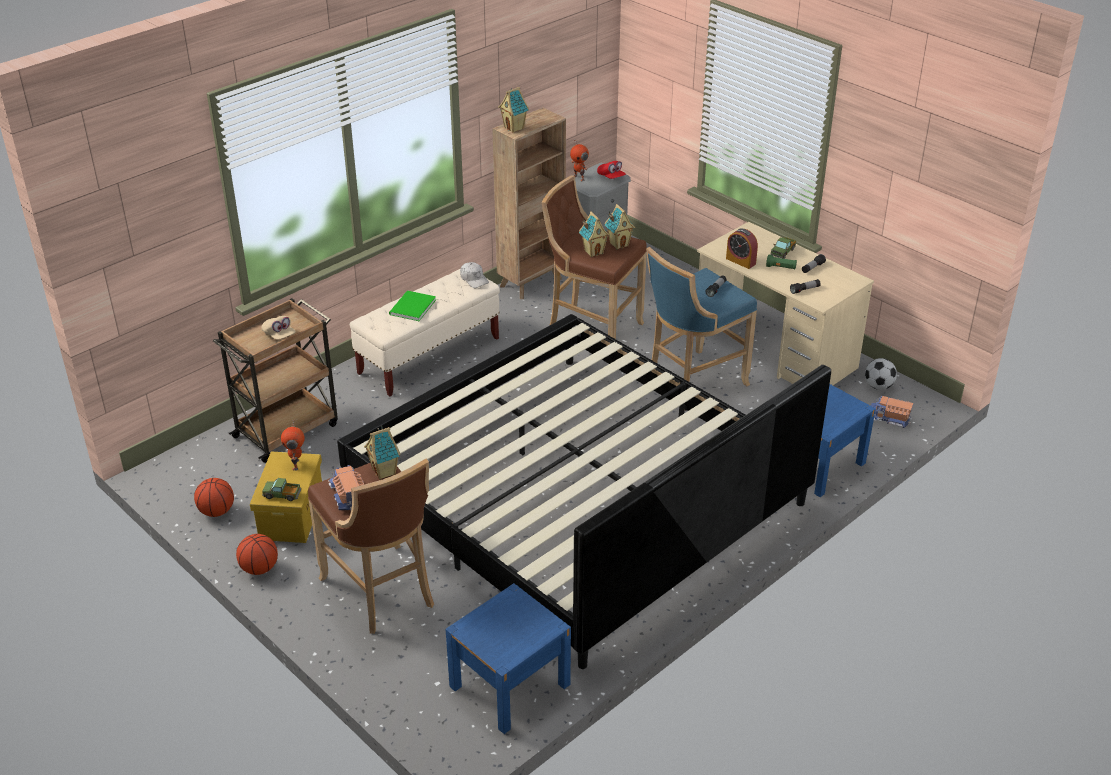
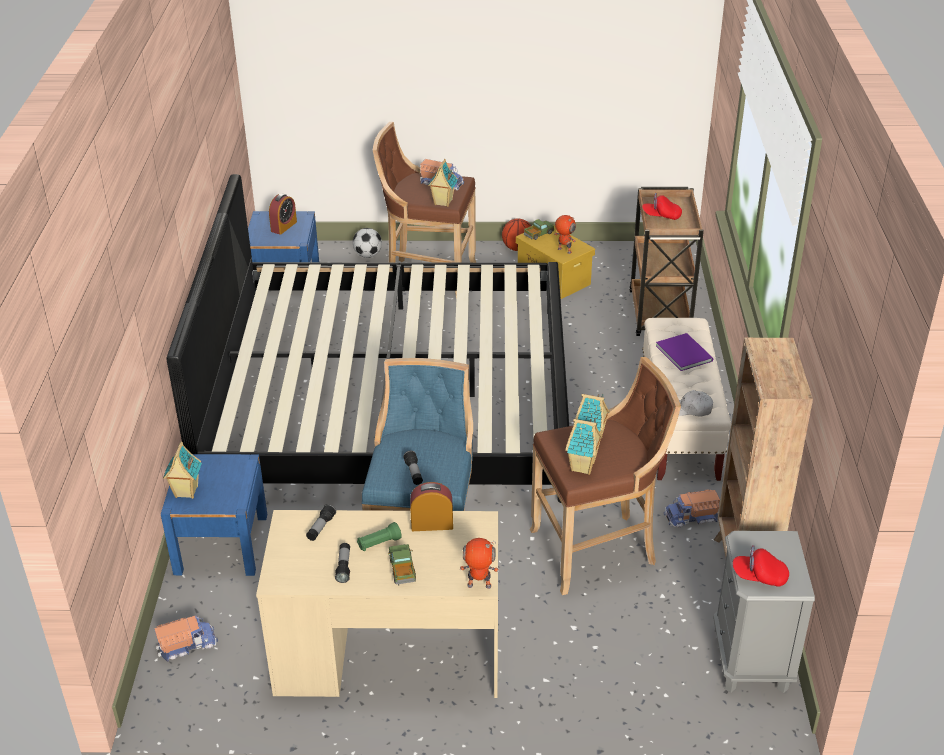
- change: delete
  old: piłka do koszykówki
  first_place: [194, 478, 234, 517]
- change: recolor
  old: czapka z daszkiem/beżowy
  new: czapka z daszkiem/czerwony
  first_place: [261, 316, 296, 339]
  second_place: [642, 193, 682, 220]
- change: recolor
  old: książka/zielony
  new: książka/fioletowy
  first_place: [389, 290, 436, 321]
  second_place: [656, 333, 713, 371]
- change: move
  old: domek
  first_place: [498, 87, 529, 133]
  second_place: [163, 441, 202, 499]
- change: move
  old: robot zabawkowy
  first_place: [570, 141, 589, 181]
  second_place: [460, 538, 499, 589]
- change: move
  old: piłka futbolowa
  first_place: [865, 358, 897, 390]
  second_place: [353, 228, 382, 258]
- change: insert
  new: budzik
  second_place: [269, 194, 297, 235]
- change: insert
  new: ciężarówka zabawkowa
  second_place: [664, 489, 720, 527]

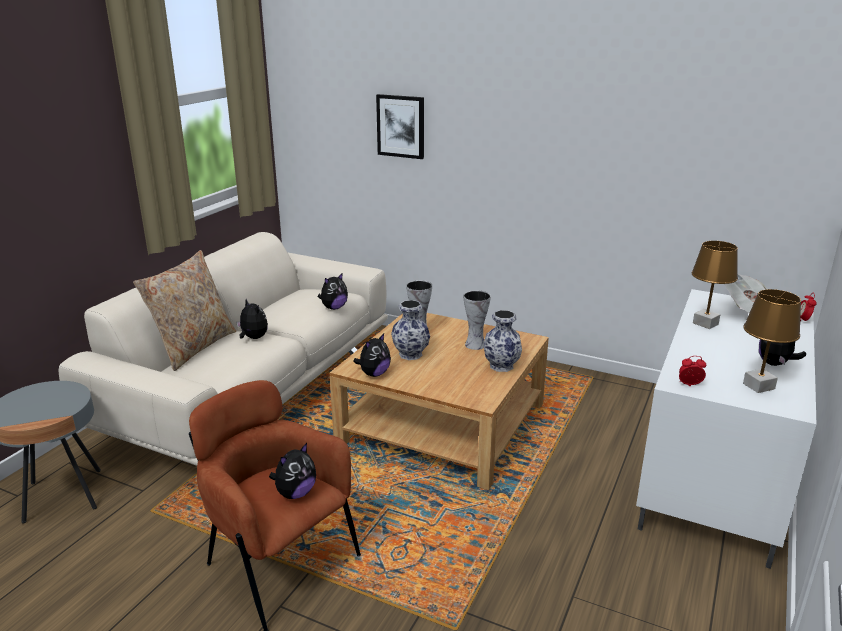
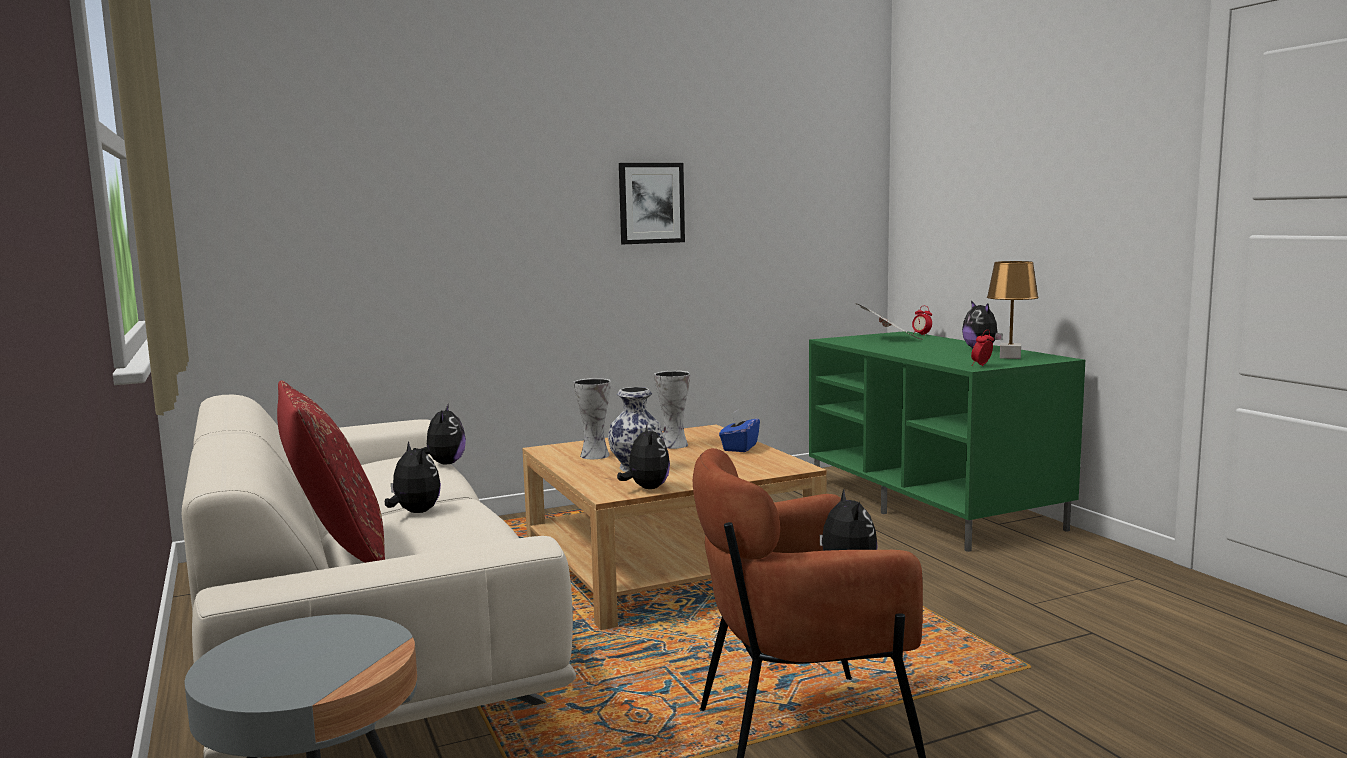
- change: recolor
  old: poduszka/beżowy
  new: poduszka/czerwony
  first_place: [133, 250, 236, 371]
  second_place: [277, 381, 385, 563]
- change: rotate
  old: pluszak
  first_place: [236, 299, 268, 339]
  second_place: [385, 442, 441, 513]
  degrees: 60
- change: move
  old: obraz
  first_place: [376, 94, 424, 159]
  second_place: [619, 163, 685, 244]
- change: replace
  old: wazon
  new: pudełko chusteczek/niebieski
  first_place: [484, 310, 522, 372]
  second_place: [719, 409, 760, 452]
- change: recolor
  old: szafka pod telewizor/biały
  new: szafka pod telewizor/zielony
  first_place: [636, 289, 816, 569]
  second_place: [809, 331, 1085, 552]
- change: delete
  old: lampa stołowa/brązowy
  first_place: [692, 241, 738, 329]

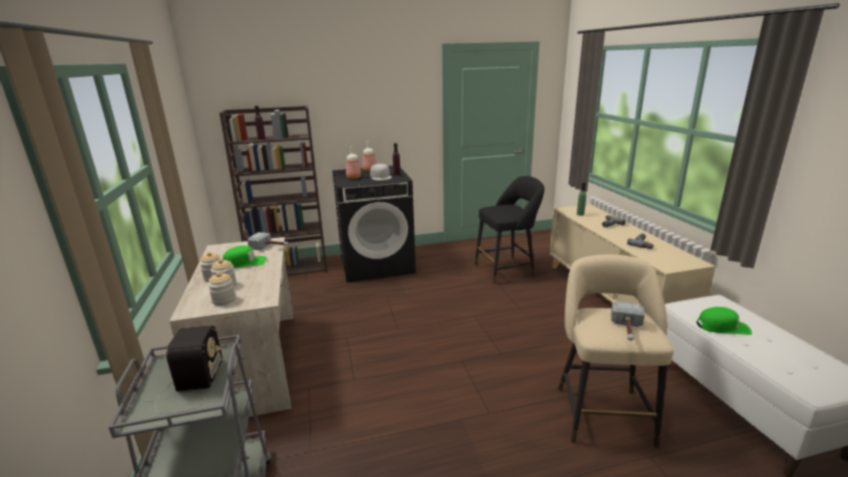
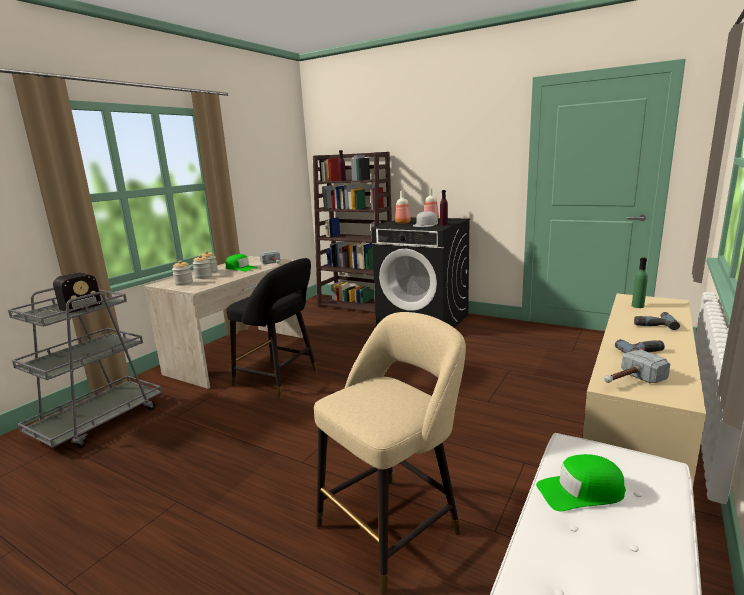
- change: move
  old: stołek/czarny
  first_place: [474, 176, 545, 284]
  second_place: [227, 258, 318, 398]
- change: move
  old: młotek
  first_place: [611, 302, 645, 341]
  second_place: [604, 350, 670, 383]
- change: rotate
  old: czapka z daszkiem/zielony
  first_place: [696, 307, 752, 335]
  second_place: [536, 454, 625, 511]
  degrees: 120

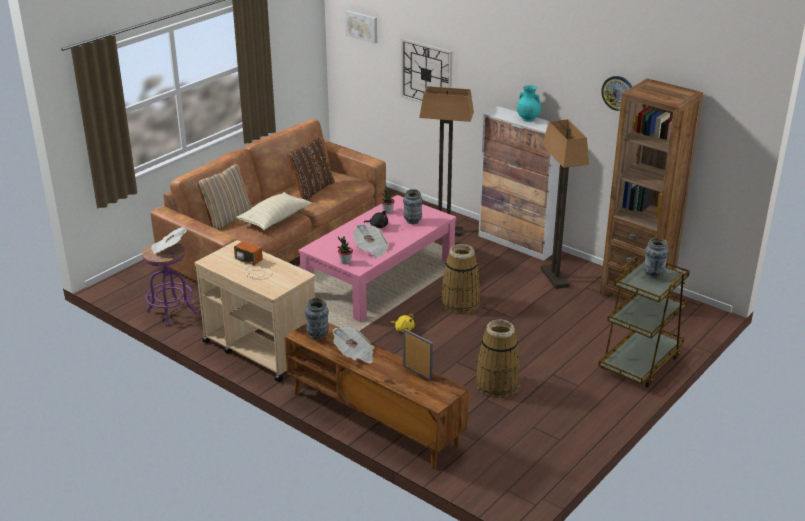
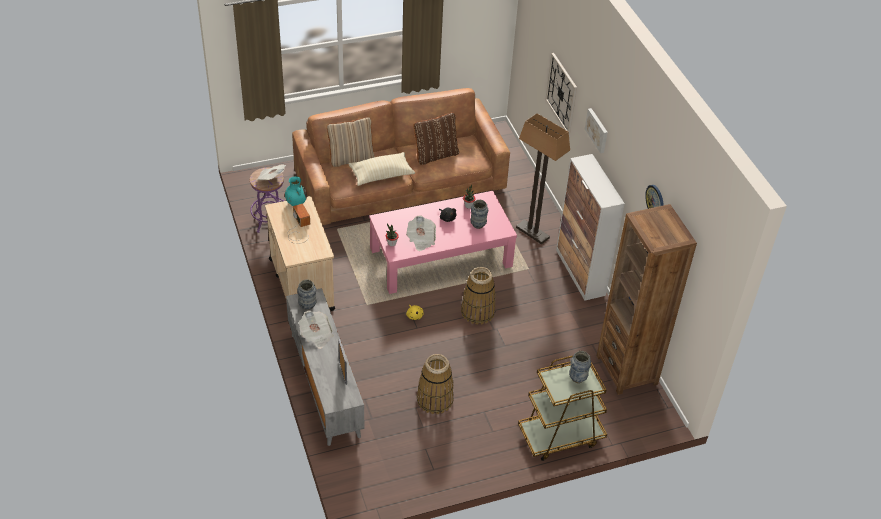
- change: recolor
  old: szafka pod telewizor/brązowy
  new: szafka pod telewizor/szary
  first_place: [285, 322, 469, 469]
  second_place: [286, 288, 364, 446]
- change: move
  old: obraz
  first_place: [345, 10, 377, 44]
  second_place: [585, 108, 608, 153]
- change: move
  old: wazon/turkusowy
  first_place: [517, 85, 541, 122]
  second_place: [285, 176, 307, 206]
- change: delete
  old: lampa stojąca
  first_place: [541, 119, 589, 289]

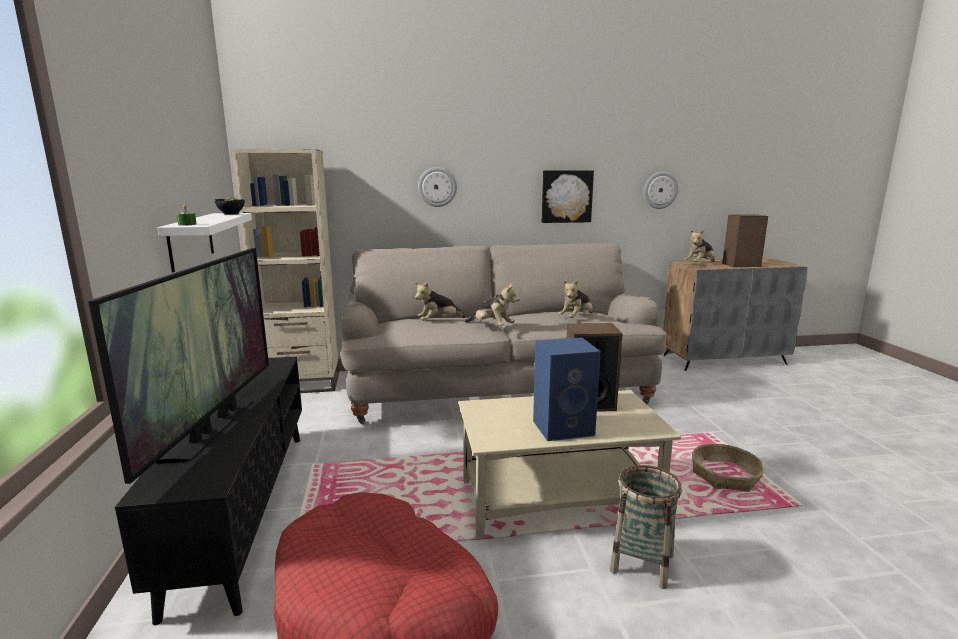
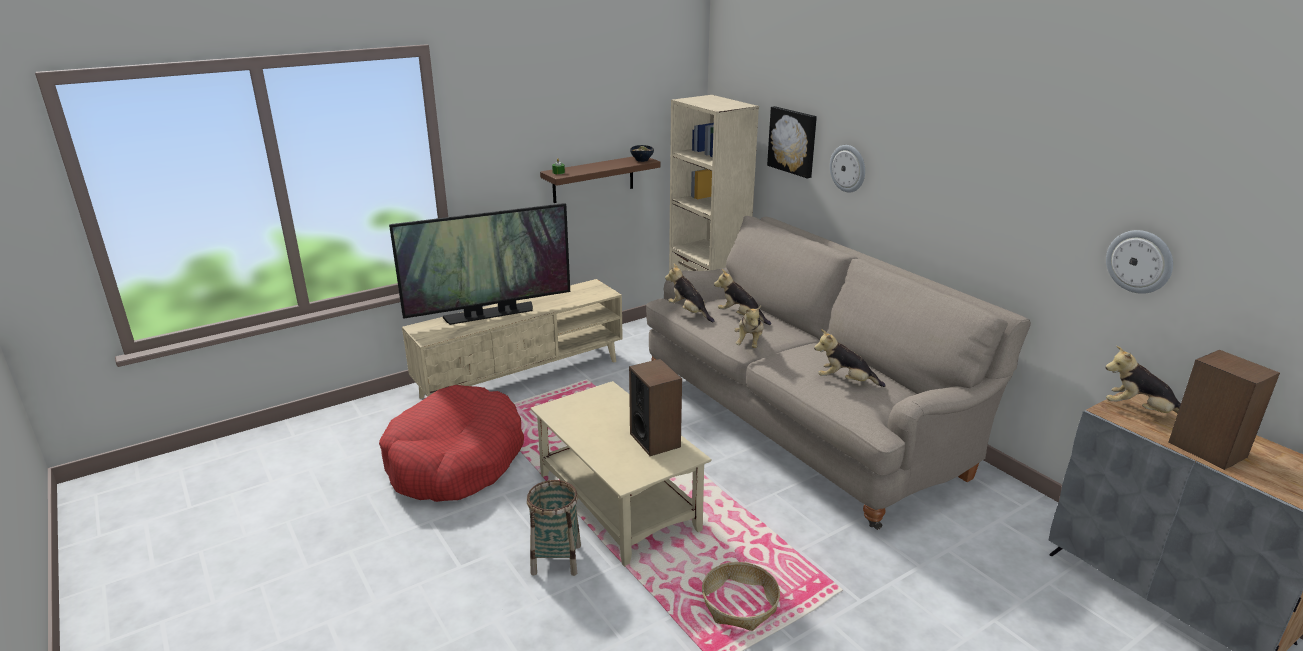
- change: recolor
  old: szafka pod telewizor/czarny
  new: szafka pod telewizor/beżowy
  first_place: [115, 357, 302, 625]
  second_place: [402, 279, 623, 399]
- change: recolor
  old: półka/biały
  new: półka/brązowy
  first_place: [157, 213, 252, 272]
  second_place: [540, 157, 660, 203]
- change: delete
  old: głośnik/niebieski
  first_place: [533, 337, 601, 441]
- change: move
  old: obraz
  first_place: [542, 170, 594, 223]
  second_place: [767, 106, 817, 178]
- change: insert
  new: pluszak
  second_place: [665, 264, 714, 322]

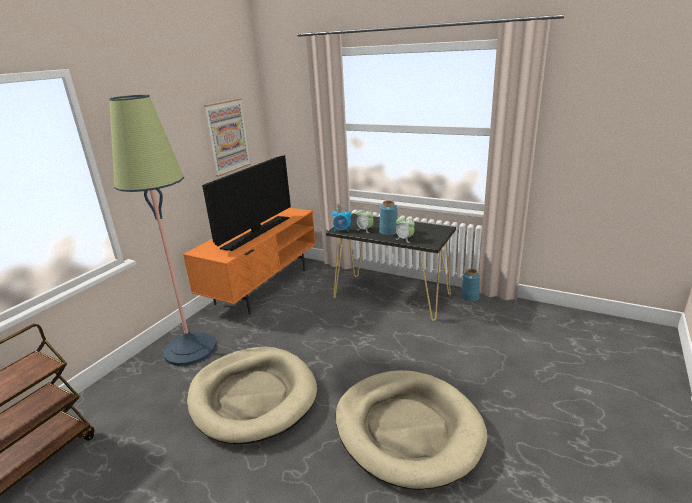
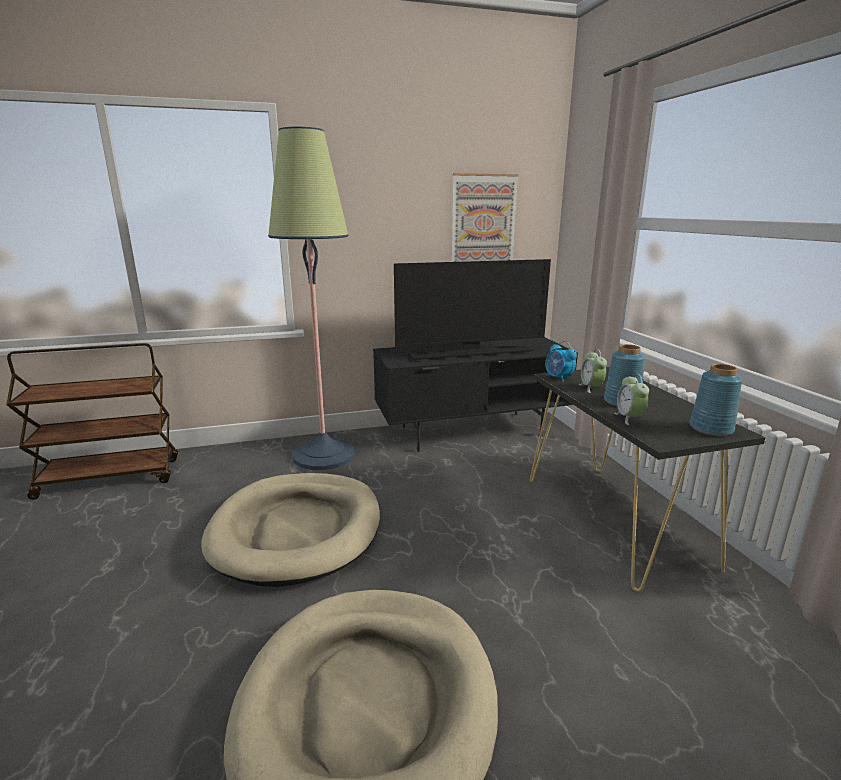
- change: recolor
  old: szafka pod telewizor/pomarańczowy
  new: szafka pod telewizor/czarny
  first_place: [183, 208, 316, 315]
  second_place: [373, 337, 578, 452]
- change: move
  old: wazon/niebieski
  first_place: [461, 269, 480, 301]
  second_place: [690, 364, 742, 436]

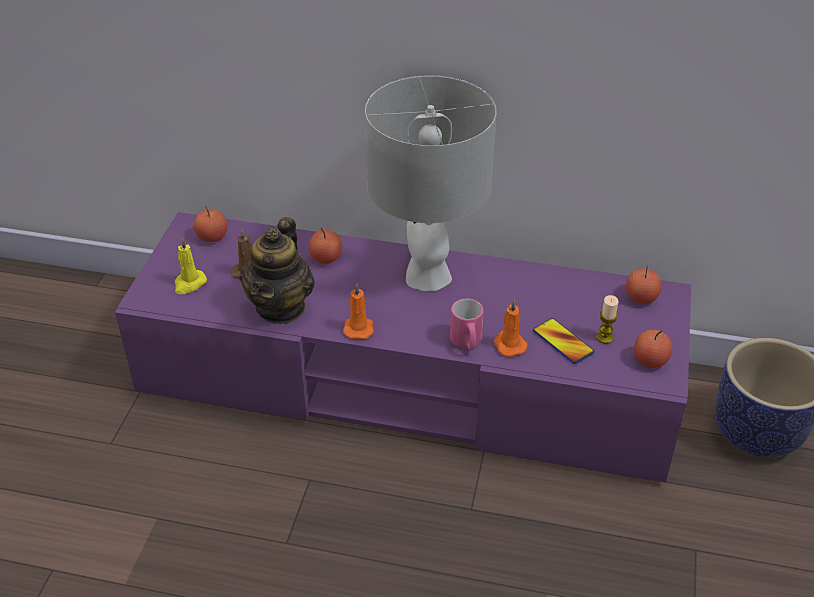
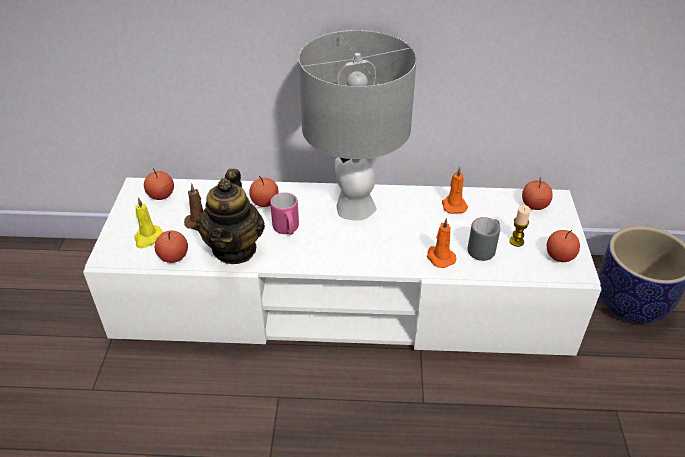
- change: recolor
  old: szafka pod telewizor/fioletowy
  new: szafka pod telewizor/biały
  first_place: [115, 212, 691, 482]
  second_place: [83, 178, 602, 356]
- change: move
  old: świeca/pomarańczowy
  first_place: [343, 283, 374, 339]
  second_place: [442, 167, 468, 214]
- change: move
  old: kubek/różowy
  first_place: [450, 299, 484, 350]
  second_place: [270, 192, 299, 235]
- change: replace
  old: telefon
  new: kubek/szary
  first_place: [533, 318, 594, 364]
  second_place: [468, 217, 500, 261]
- change: insert
  new: jabłko
  second_place: [155, 230, 188, 263]

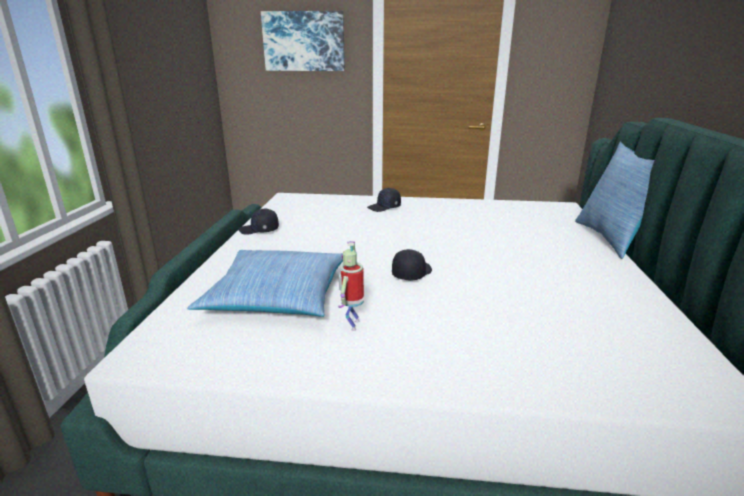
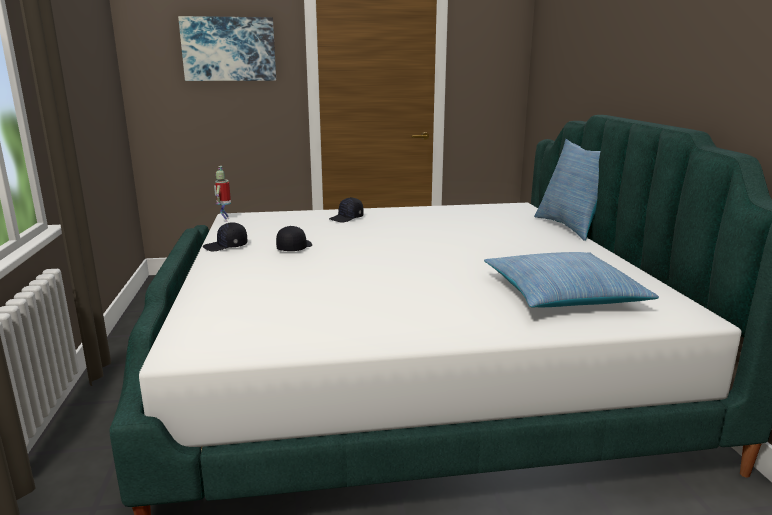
- change: move
  old: poduszka
  first_place: [187, 250, 343, 317]
  second_place: [484, 252, 659, 308]
- change: move
  old: robot zabawkowy
  first_place: [338, 241, 364, 331]
  second_place: [214, 166, 231, 222]
- change: move
  old: czapka z daszkiem/czarny
  first_place: [392, 249, 432, 281]
  second_place: [276, 226, 312, 251]

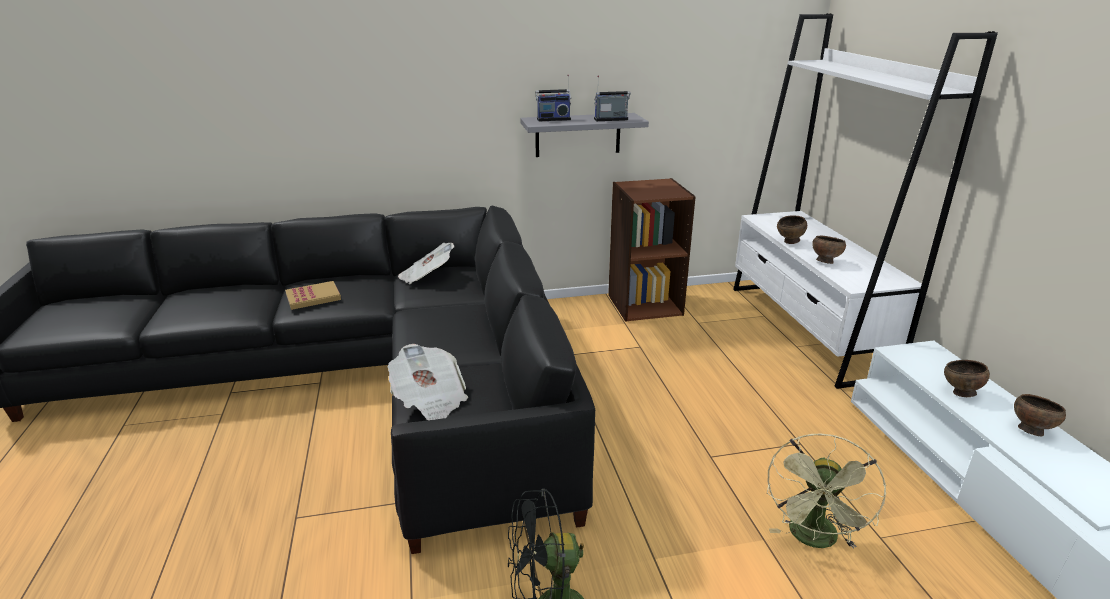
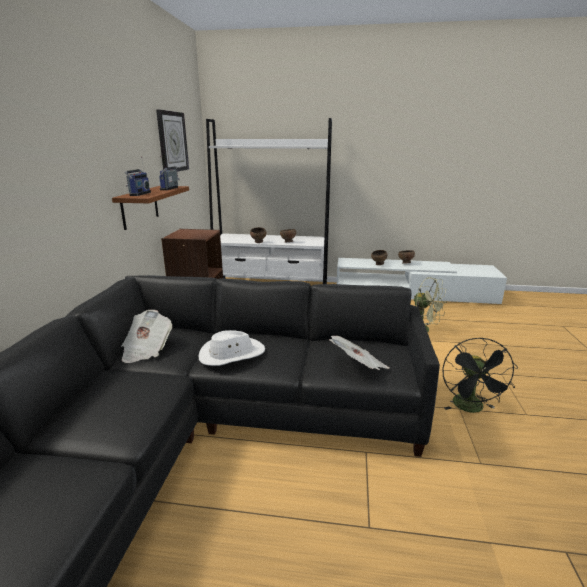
- change: delete
  old: książka
  first_place: [285, 281, 341, 310]
- change: recolor
  old: półka/szary
  new: półka/brązowy
  first_place: [520, 113, 649, 157]
  second_place: [112, 186, 189, 230]
- change: insert
  new: zegar ścienny
  second_place: [156, 109, 189, 172]
- change: insert
  new: kapelusz/biały
  second_place: [198, 330, 265, 366]

